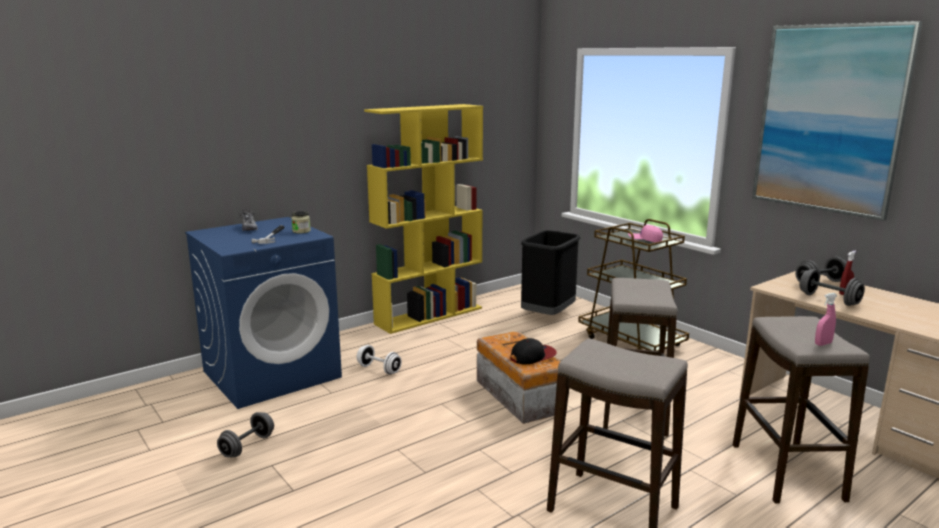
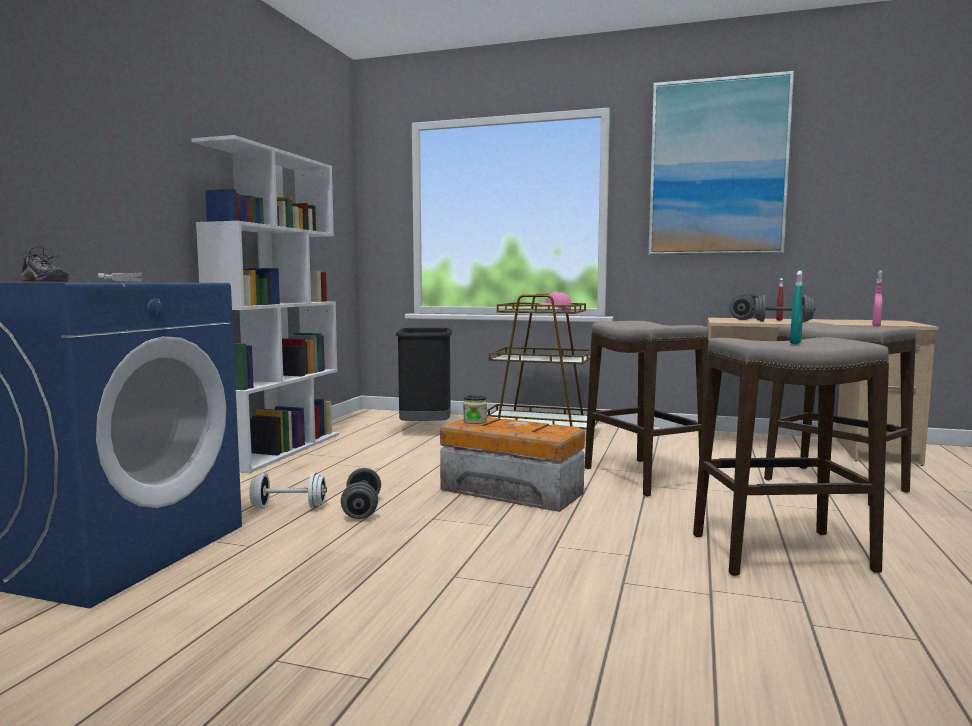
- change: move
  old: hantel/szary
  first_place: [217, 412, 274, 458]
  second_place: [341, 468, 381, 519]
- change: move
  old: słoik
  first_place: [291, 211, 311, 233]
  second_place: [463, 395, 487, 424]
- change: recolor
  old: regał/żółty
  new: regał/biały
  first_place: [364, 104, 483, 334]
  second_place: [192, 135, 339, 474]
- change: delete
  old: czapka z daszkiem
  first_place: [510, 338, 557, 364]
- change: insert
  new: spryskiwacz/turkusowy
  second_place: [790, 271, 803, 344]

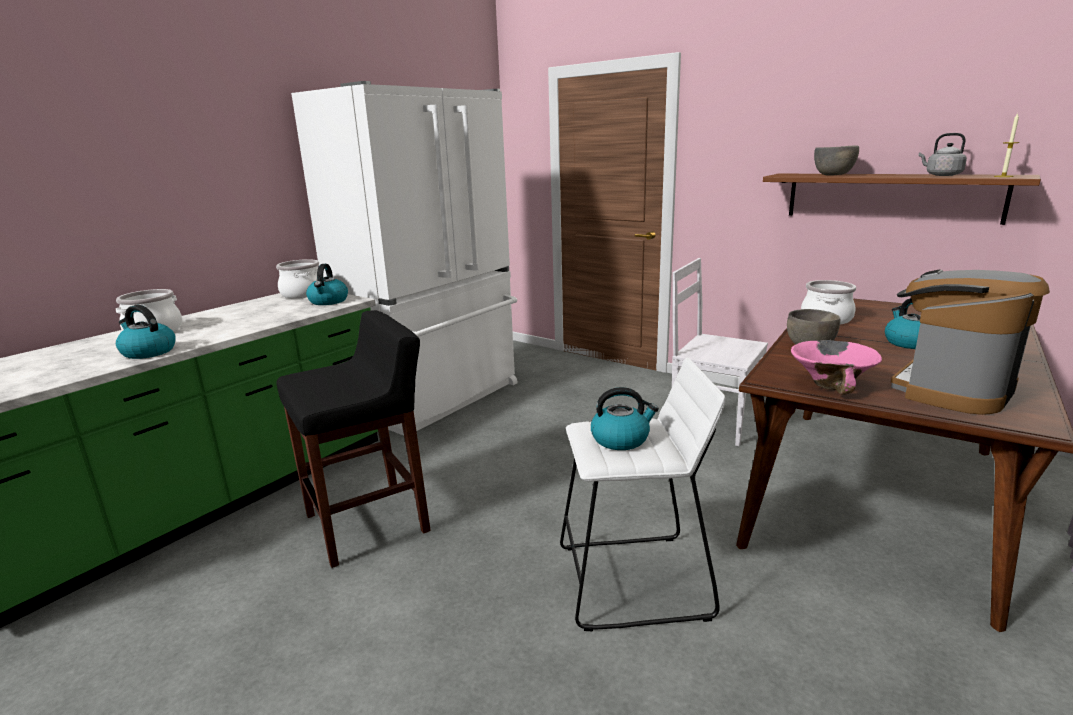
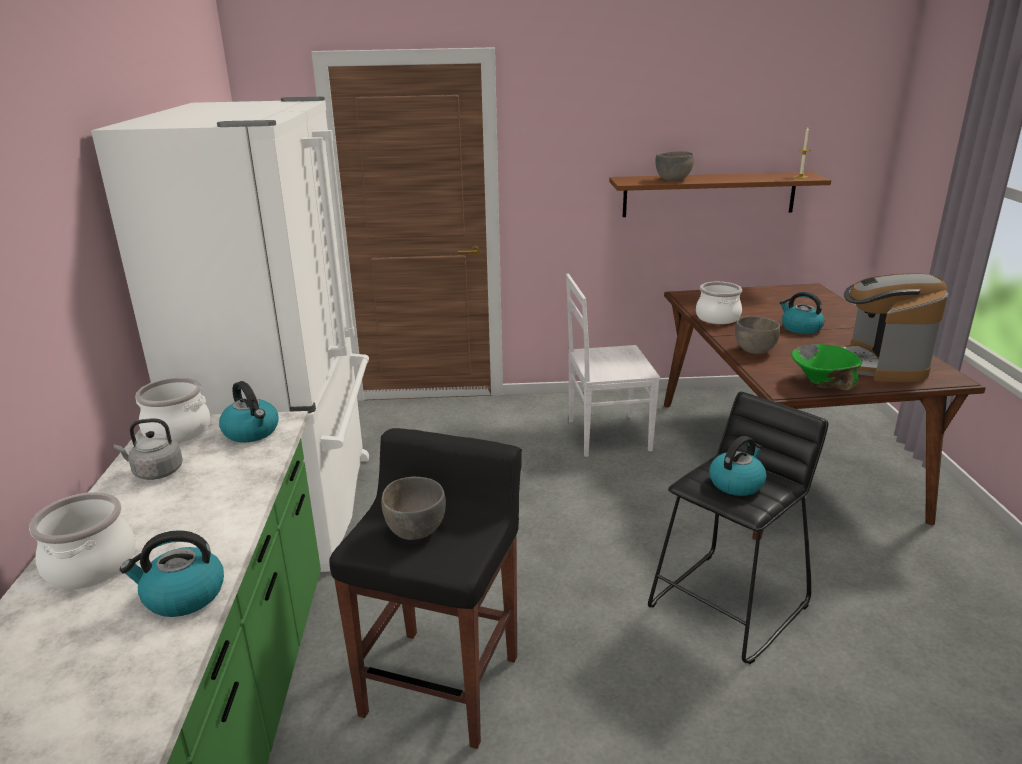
- change: recolor
  old: stołek/biały
  new: stołek/czarny
  first_place: [560, 358, 725, 631]
  second_place: [648, 392, 828, 664]
- change: recolor
  old: miska/różowy
  new: miska/zielony
  first_place: [791, 340, 882, 395]
  second_place: [791, 344, 862, 391]
- change: move
  old: czajnik/szary
  first_place: [918, 133, 967, 176]
  second_place: [114, 418, 183, 480]
- change: insert
  new: miska/szary
  second_place: [381, 477, 446, 540]

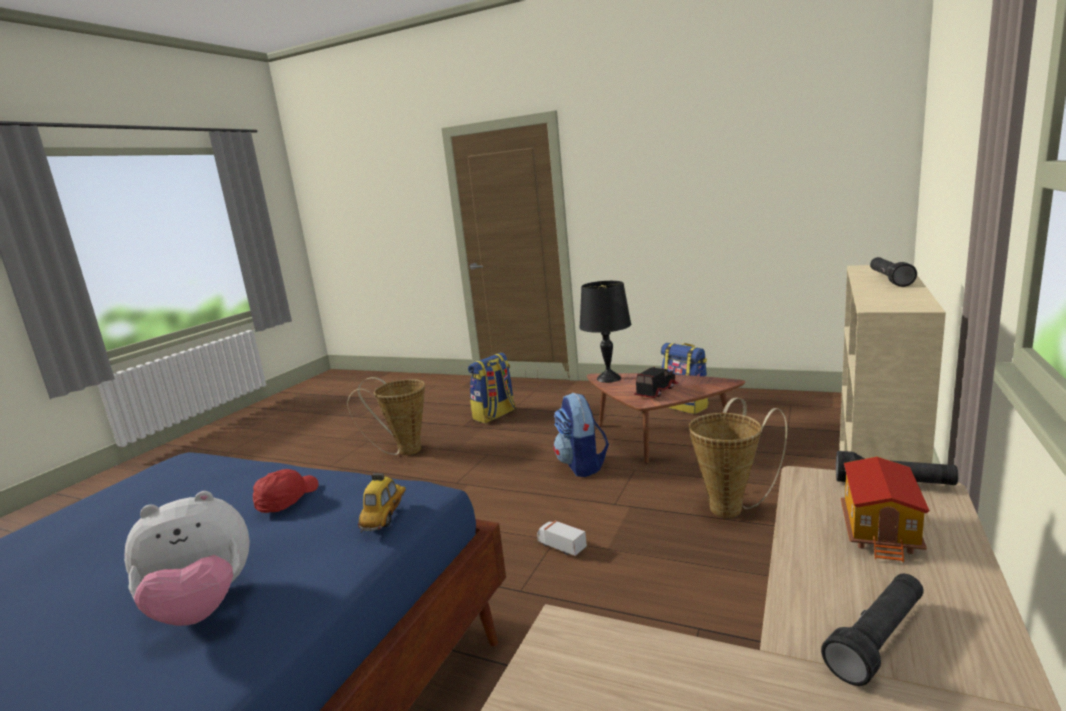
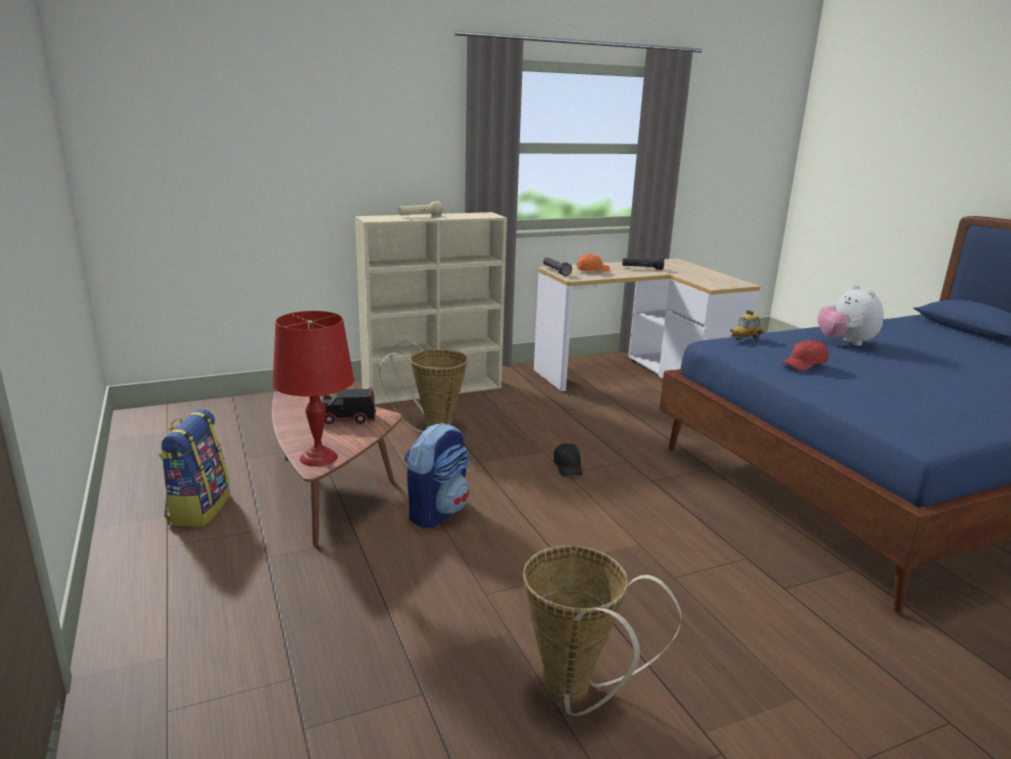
- change: rotate
  old: pluszak
  first_place: [124, 491, 250, 626]
  second_place: [818, 285, 884, 346]
  degrees: -120
- change: delete
  old: plecak
  first_place: [468, 353, 516, 423]
- change: replace
  old: ciężarówka zabawkowa
  new: czapka z daszkiem/czarny
  first_place: [537, 520, 587, 556]
  second_place: [554, 443, 582, 476]
- change: recolor
  old: lampa stołowa/czarny
  new: lampa stołowa/czerwony
  first_place: [579, 281, 631, 383]
  second_place: [272, 311, 354, 467]
- change: replace
  old: domek
  new: czapka z daszkiem/pomarańczowy
  first_place: [841, 457, 930, 562]
  second_place: [577, 254, 610, 272]
- change: recolor
  old: latarka/czarny
  new: latarka/beżowy
  first_place: [870, 257, 917, 287]
  second_place: [398, 201, 443, 216]

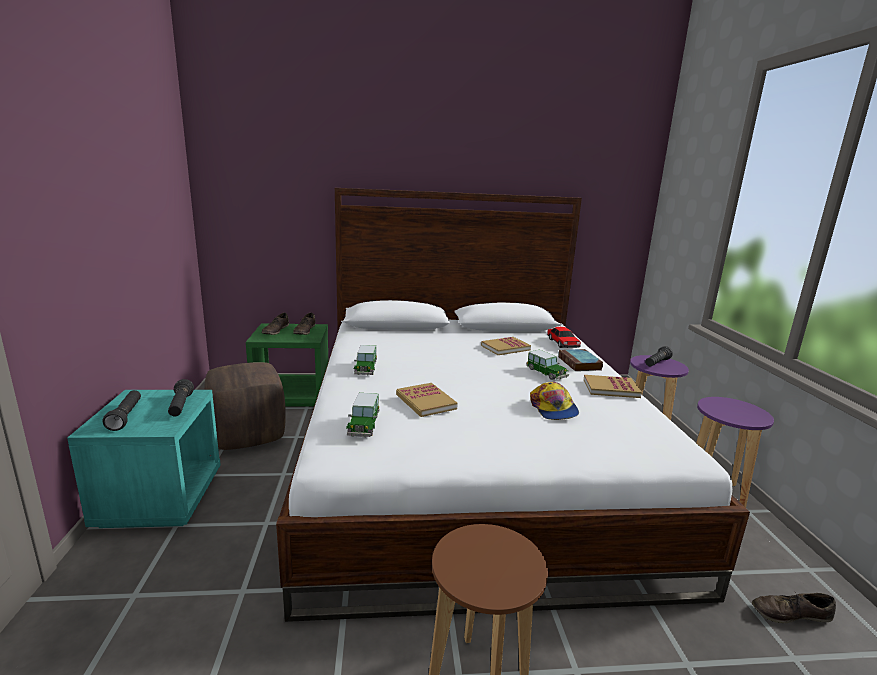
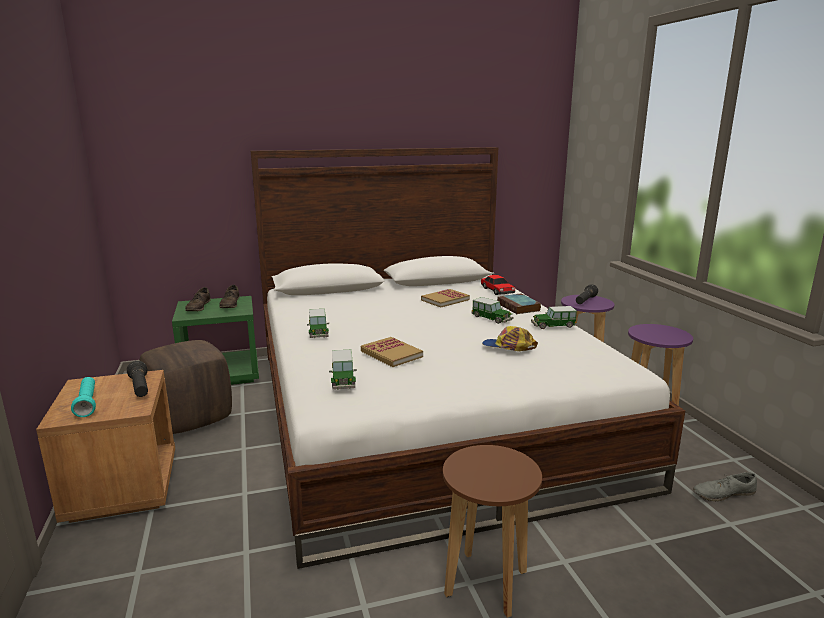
- change: recolor
  old: szafka nocna/turkusowy
  new: szafka nocna/brązowy
  first_place: [67, 390, 221, 528]
  second_place: [36, 370, 175, 523]
- change: recolor
  old: latarka/czarny
  new: latarka/turkusowy
  first_place: [103, 390, 141, 431]
  second_place: [71, 377, 96, 417]
- change: rotate
  old: czapka z daszkiem
  first_place: [530, 382, 579, 420]
  second_place: [482, 326, 538, 351]
  degrees: 135
- change: replace
  old: książka
  new: samochodzik
  first_place: [584, 375, 642, 398]
  second_place: [531, 306, 577, 329]
- change: recolor
  old: but/brązowy
  new: but/szary
  first_place: [752, 593, 836, 623]
  second_place: [693, 472, 757, 501]

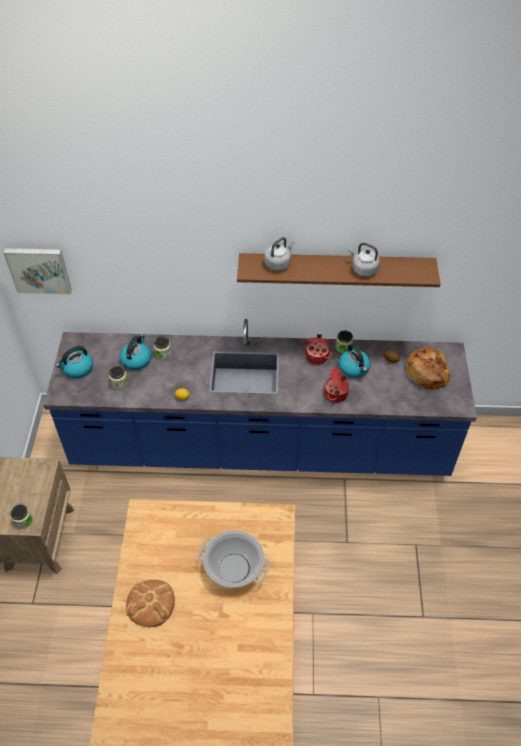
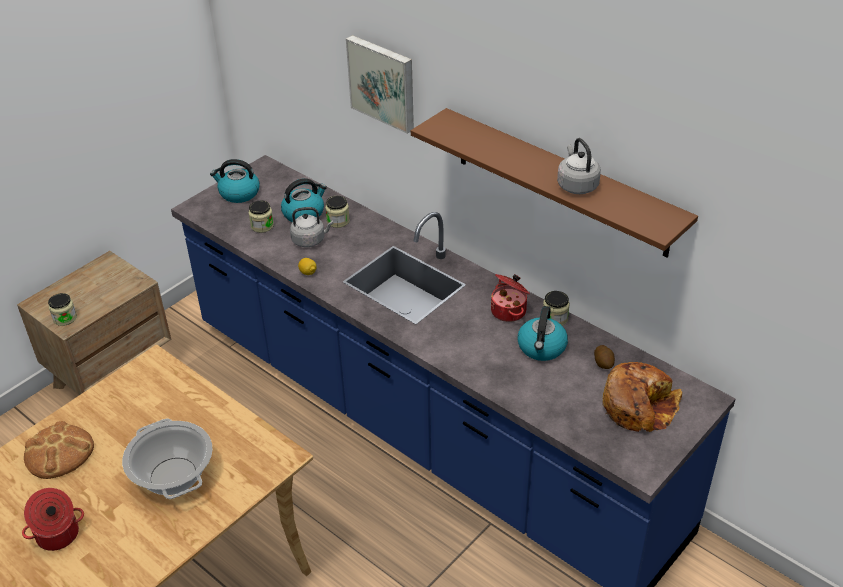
- change: move
  old: obraz
  first_place: [3, 248, 72, 294]
  second_place: [346, 35, 414, 134]
- change: move
  old: czajnik/szary
  first_place: [264, 237, 294, 271]
  second_place: [290, 207, 334, 247]
- change: move
  old: garnek
  first_place: [324, 368, 349, 403]
  second_place: [22, 488, 84, 551]

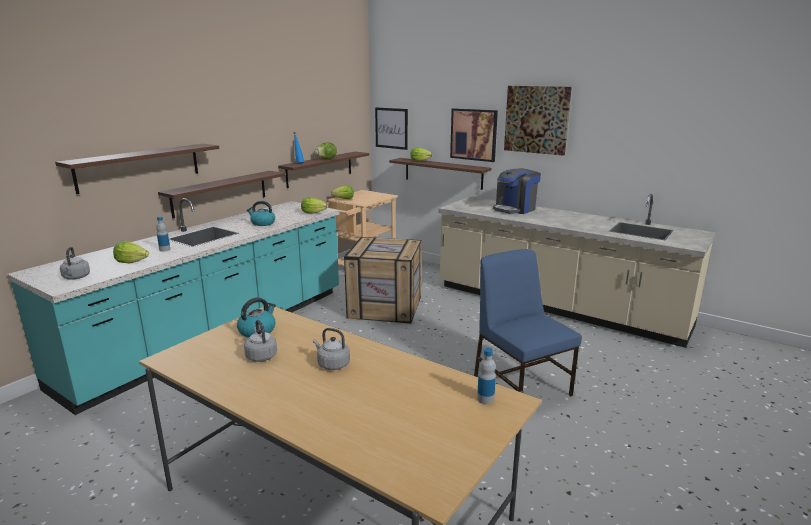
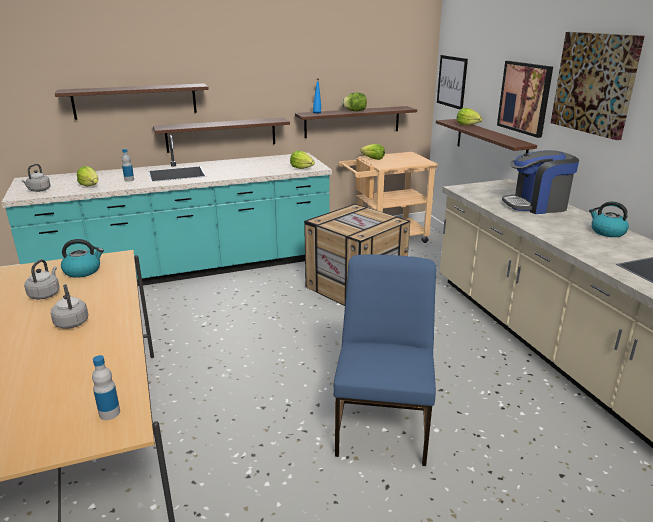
- change: move
  old: czajnik
  first_place: [247, 201, 275, 226]
  second_place: [589, 202, 629, 237]

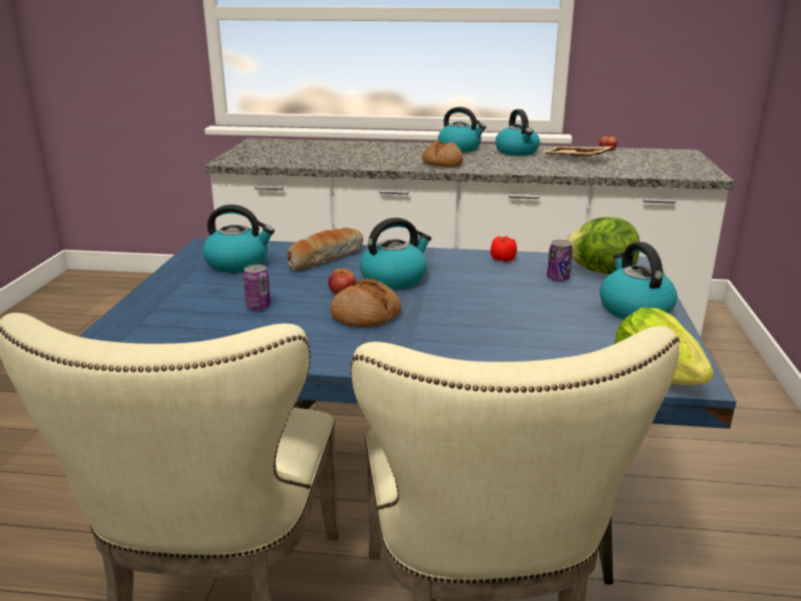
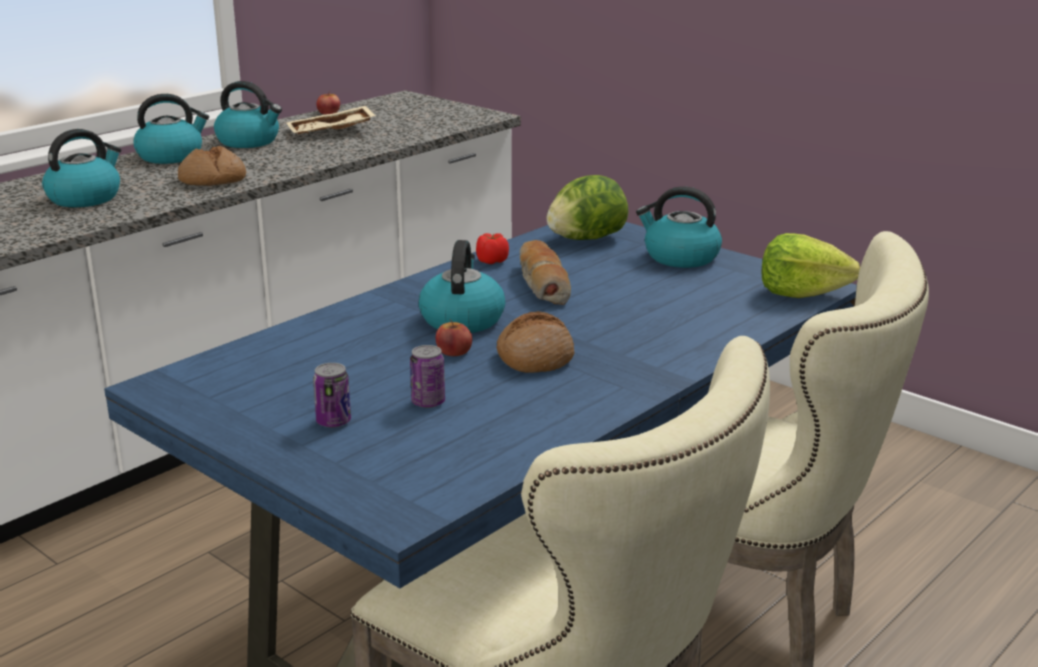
- change: move
  old: czajnik
  first_place: [203, 205, 275, 272]
  second_place: [42, 129, 121, 207]
- change: move
  old: chleb
  first_place: [287, 228, 363, 272]
  second_place: [520, 240, 571, 305]
- change: move
  old: puszka
  first_place: [547, 240, 573, 282]
  second_place: [313, 363, 351, 428]

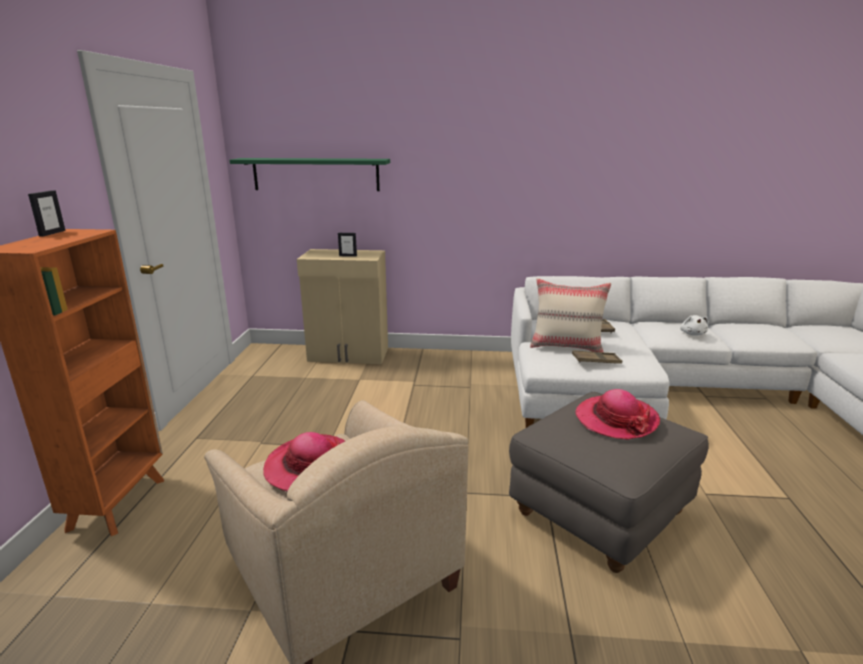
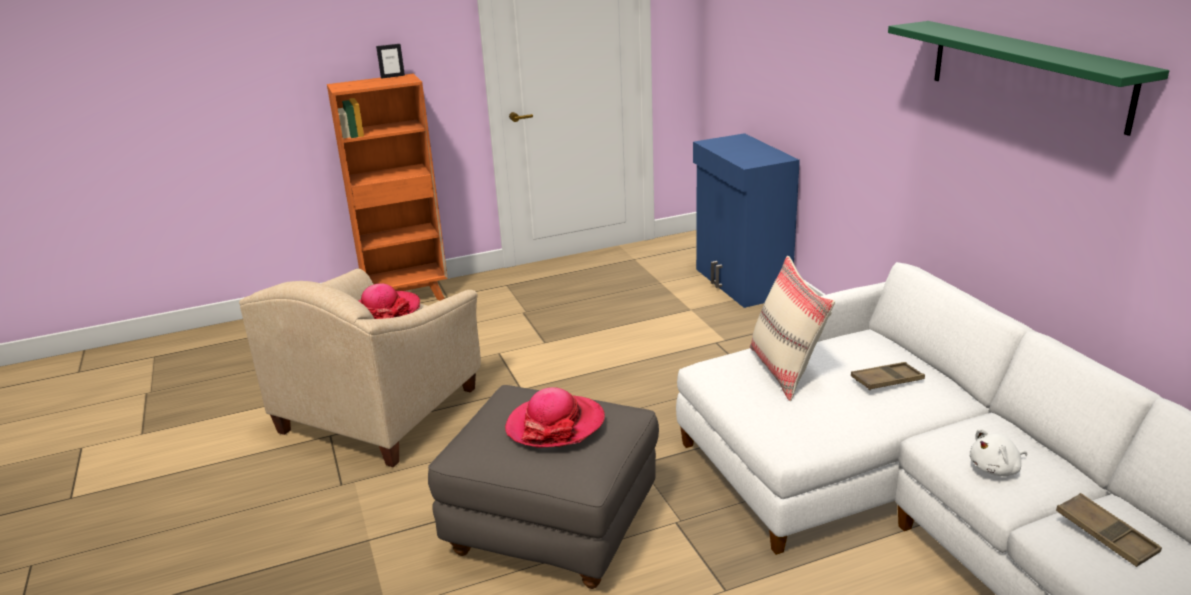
- change: move
  old: półka/zielony
  first_place: [230, 158, 390, 191]
  second_place: [888, 21, 1169, 136]
- change: recolor
  old: szafka/beżowy
  new: szafka/niebieski
  first_place: [297, 249, 388, 364]
  second_place: [693, 133, 800, 308]
- change: delete
  old: ramka na zdjęcie
  first_place: [338, 233, 357, 257]
- change: move
  old: taca/brązowy
  first_place: [572, 350, 622, 364]
  second_place: [1056, 493, 1162, 567]

